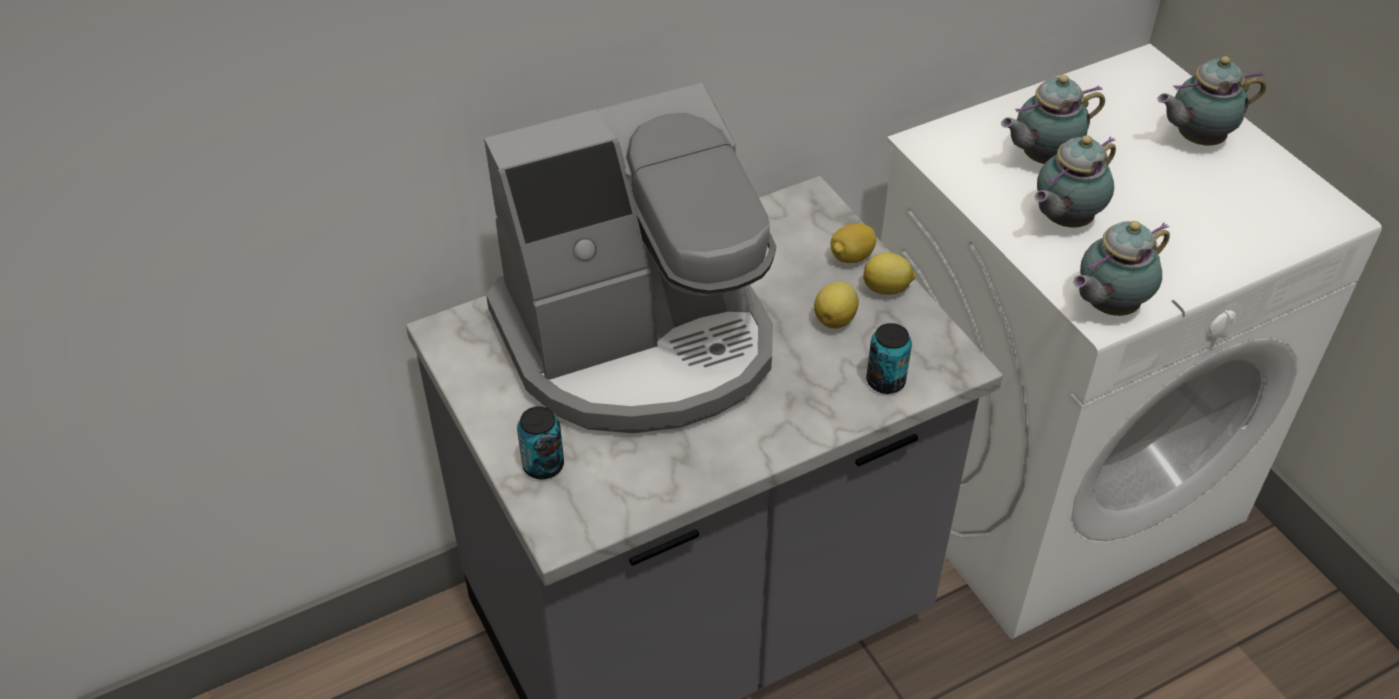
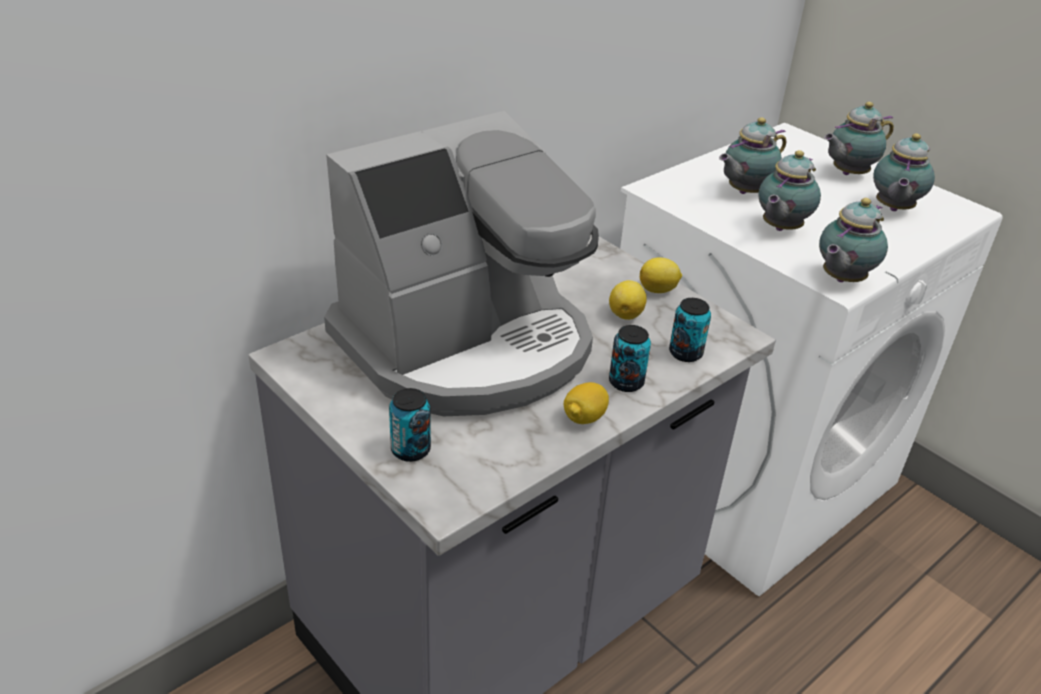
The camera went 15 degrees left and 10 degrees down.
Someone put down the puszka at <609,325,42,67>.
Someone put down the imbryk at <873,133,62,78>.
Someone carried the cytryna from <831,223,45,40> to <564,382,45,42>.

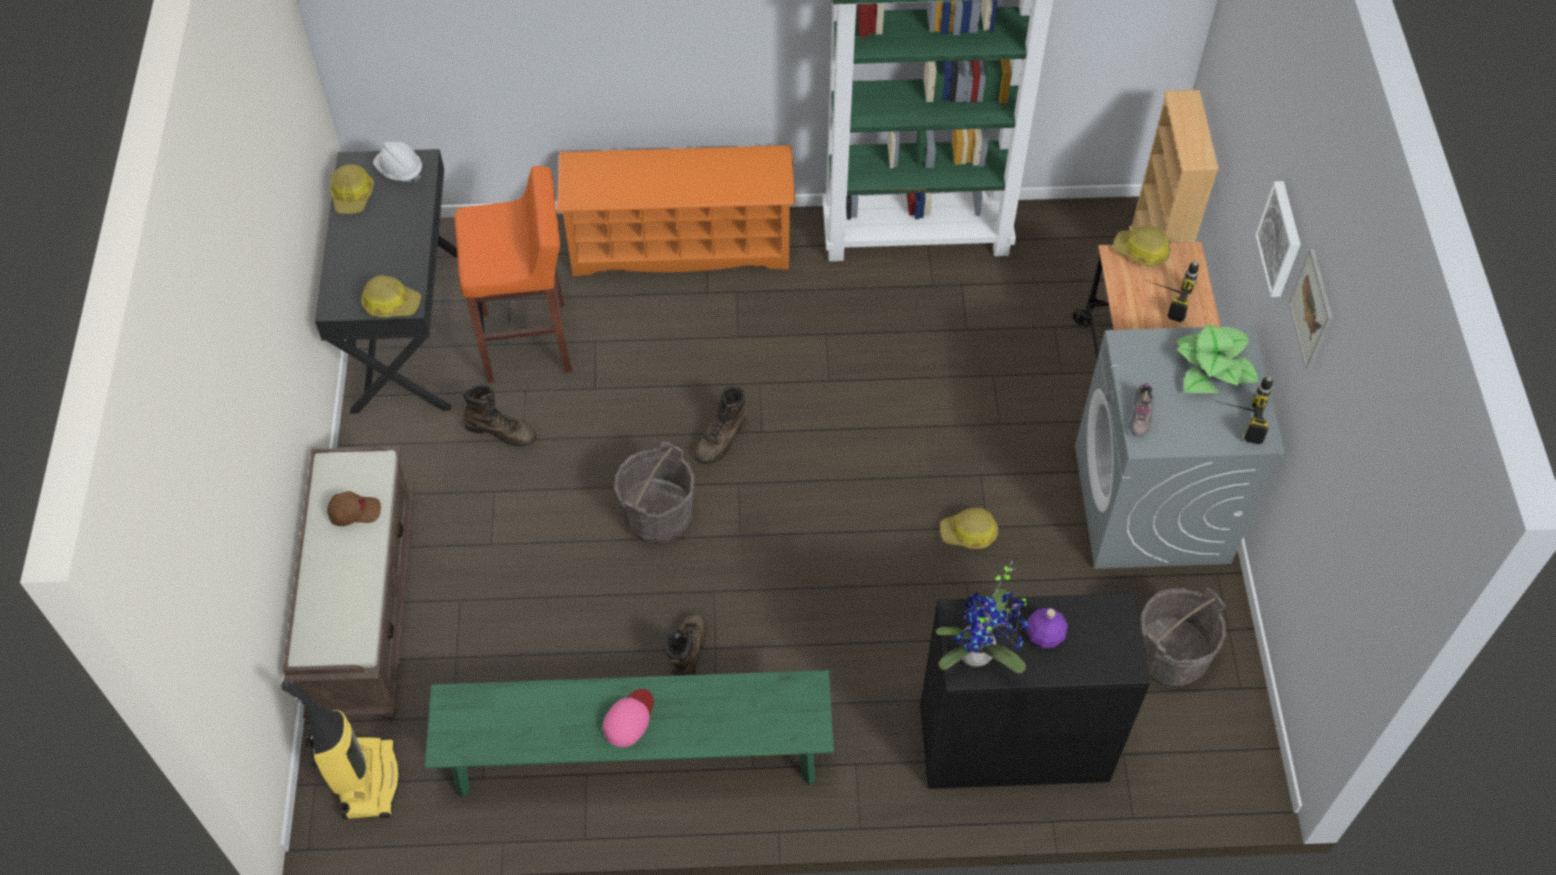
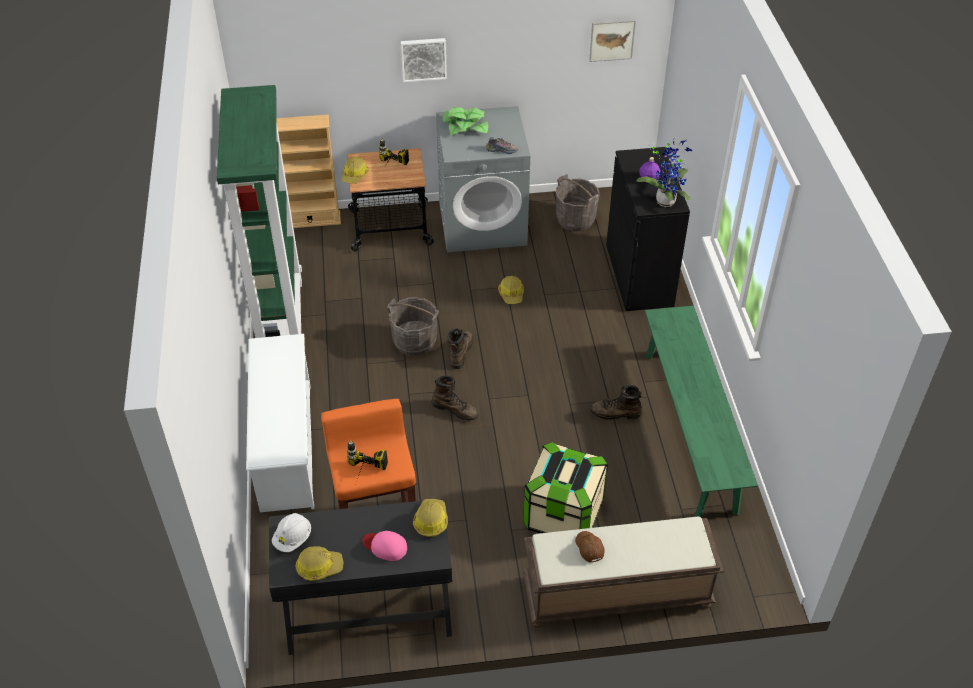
The camera went 95 degrees left and 10 degrees down.
Someone took away the odkurzacz at <282,680,118,140>.
Someone put down the pojemnik do przechowywania at <523,442,85,91>.
Someone carried the but z cholewką/brązowy from <463,385,73,62> to <447,328,26,41>.
Someone carried the czapka z daszkiem/różowy from <603,689,51,58> to <363,531,44,30>.
Someone carried the wiadro/szary from <614,442,80,102> to <387,297,52,59>.
Someone carried the wiertarka from <1215,376,58,69> to <347,441,41,39>.
Someone carried the obraz from <1289,249,44,121> to <589,20,47,42>.
Someone repainted the regał na buty/pomarańczowy at <557,145,238,131>, which became the regał na buty/biały at <246,334,68,178>.

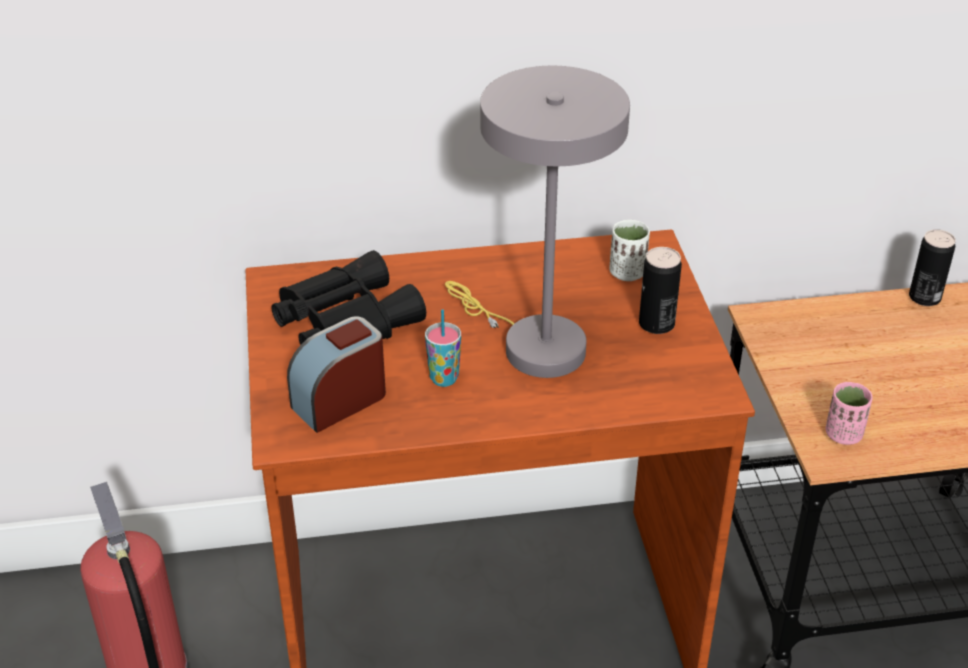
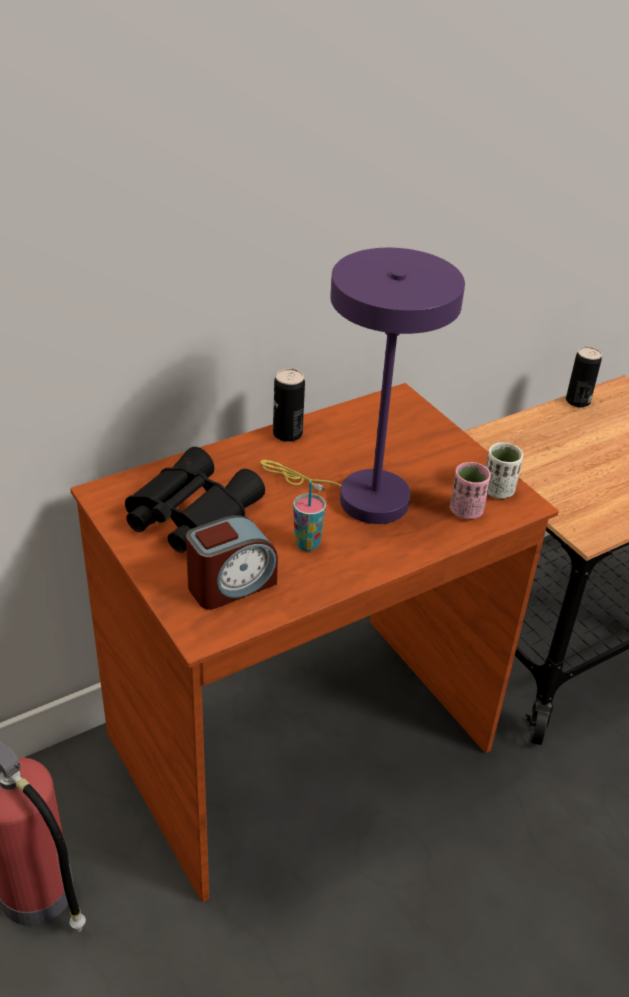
The camera went 25 degrees left and 0 degrees up.
Someone carried the filiżanka/biały from <609,220,41,61> to <486,443,37,56>.
Someone carried the puszka from <639,247,43,87> to <273,368,32,74>.
Someone carried the filiżanka/różowy from <825,382,47,63> to <450,462,41,57>.
Someone repainted the lampa stołowa/szary at <445,66,185,312>, which became the lampa stołowa/fioletowy at <260,248,205,276>.
Someone rotated the budzik at <287,316,99,117> by 150 degrees counterclockwise.

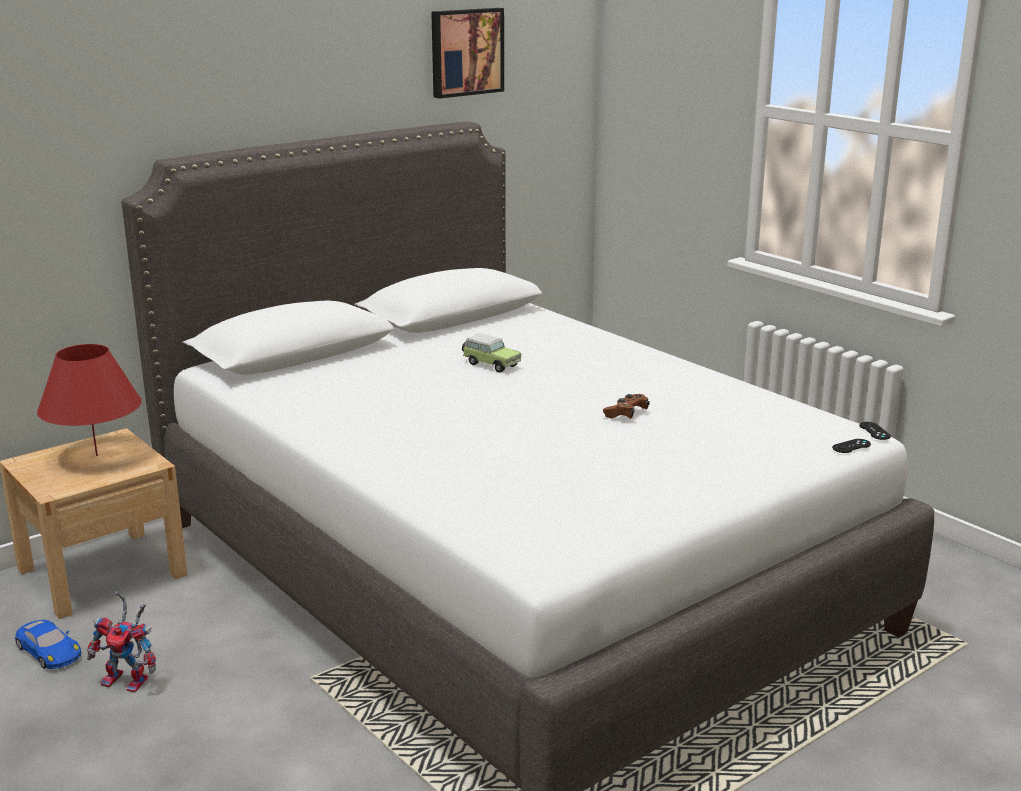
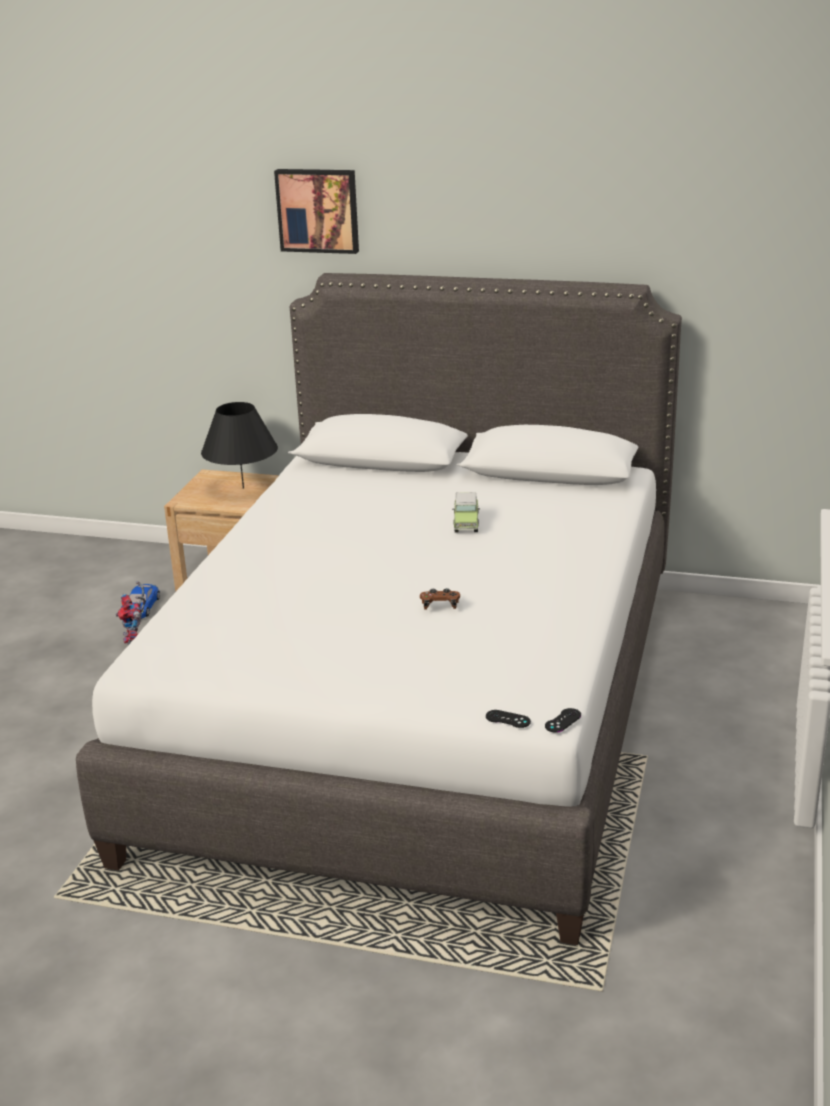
The camera went 55 degrees right and 5 degrees up.
Someone carried the obraz from <431,8,73,91> to <274,169,85,85>.
Someone repainted the lampa stołowa/czerwony at <37,344,105,112>, which became the lampa stołowa/czarny at <201,402,77,87>.

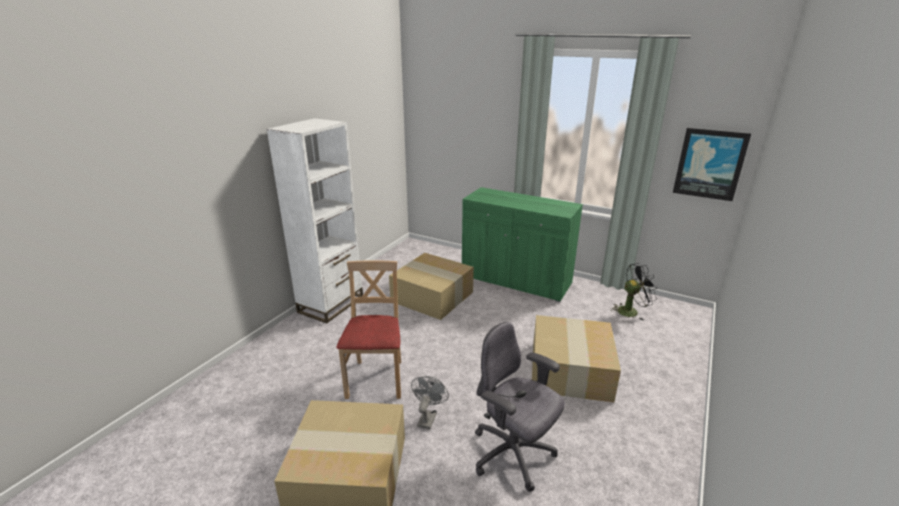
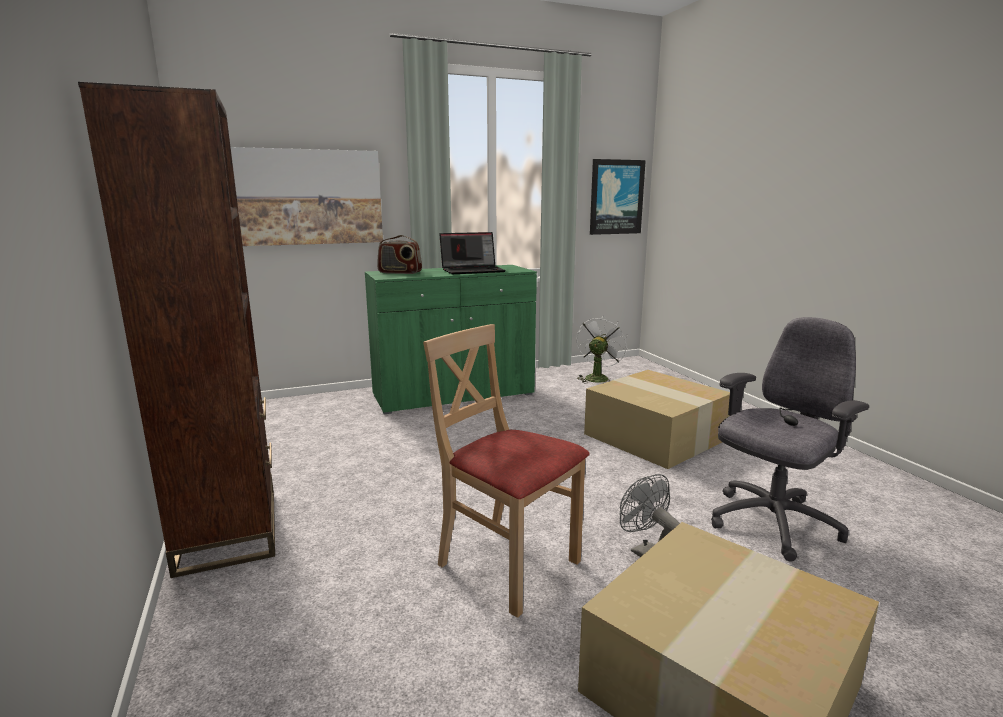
The camera went 50 degrees left and 10 degrees down.
Someone took away the karton at <389,253,85,67>.
Someone put up the obraz at <231,147,152,99>.
Someone put down the radio at <377,235,45,39>.
Someone put down the laptop at <439,232,67,42>.
Someone repainted the regał/biały at <267,118,96,205>, which became the regał/brązowy at <78,82,197,496>.
Someone repainted the wentylator/czarny at <612,263,46,58>, which became the wentylator/biały at <577,318,51,65>.
Someone rotated the krzesło biurowe/szary at <475,322,90,170> by 150 degrees clockwise.

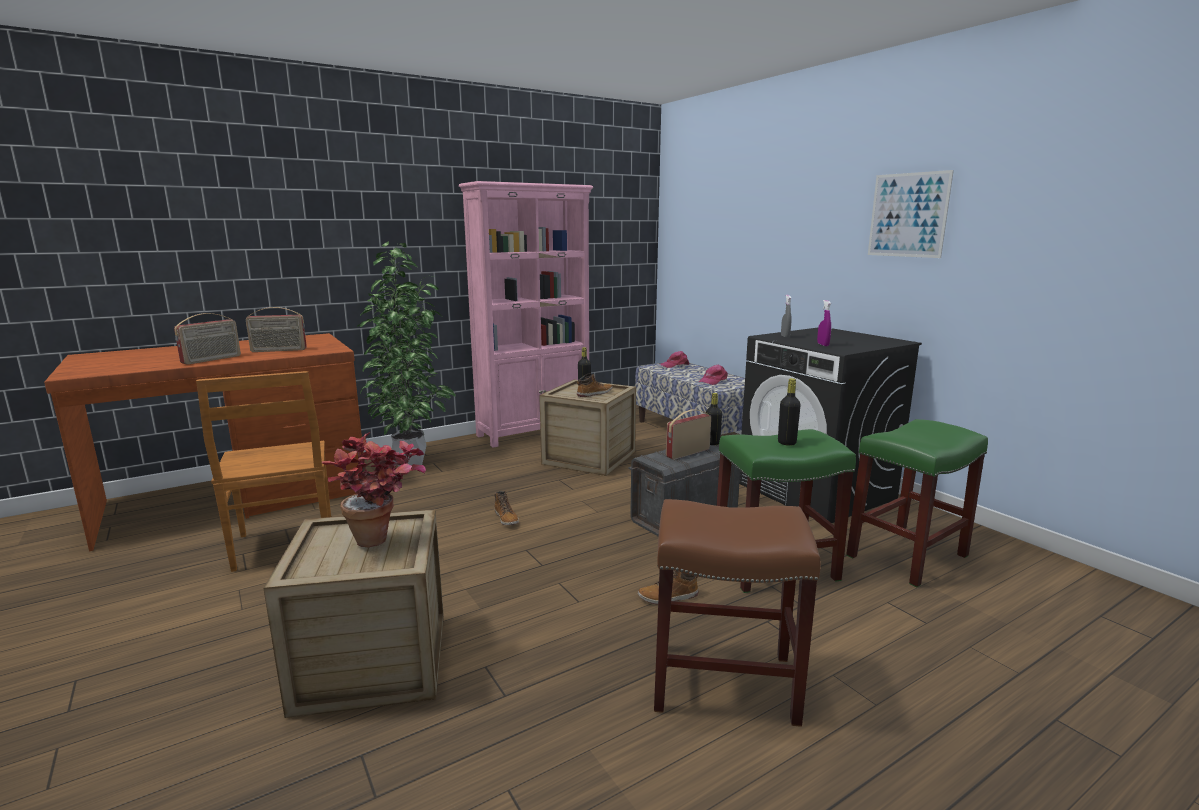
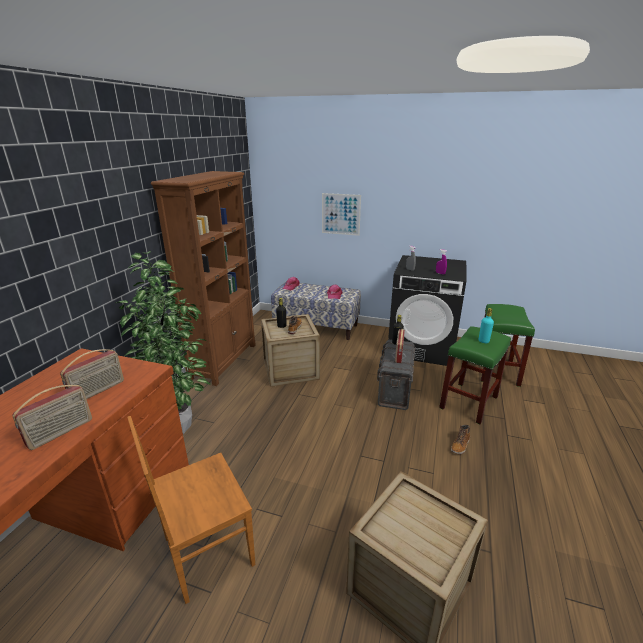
The camera went 40 degrees left and 10 degrees up.
Someone took away the roślina doniczkowa at <321,432,105,115>.
Someone took away the but z cholewką at <494,491,25,34>.
Someone took away the stołek/brązowy at <654,499,167,228>.
Someone carried the obraz from <868,170,86,88> to <322,193,39,43>.
Someone repainted the regał/różowy at <459,181,134,267>, which became the regał/brązowy at <151,171,105,215>.
Someone repainted the butelka/czarny at <778,378,23,68>, which became the butelka/turkusowy at <479,308,15,35>.
Someone rotated the radio at <174,313,67,52> by 45 degrees clockwise.
Someone rotated the krzesło/brązowy at <196,371,135,201> by 120 degrees clockwise.

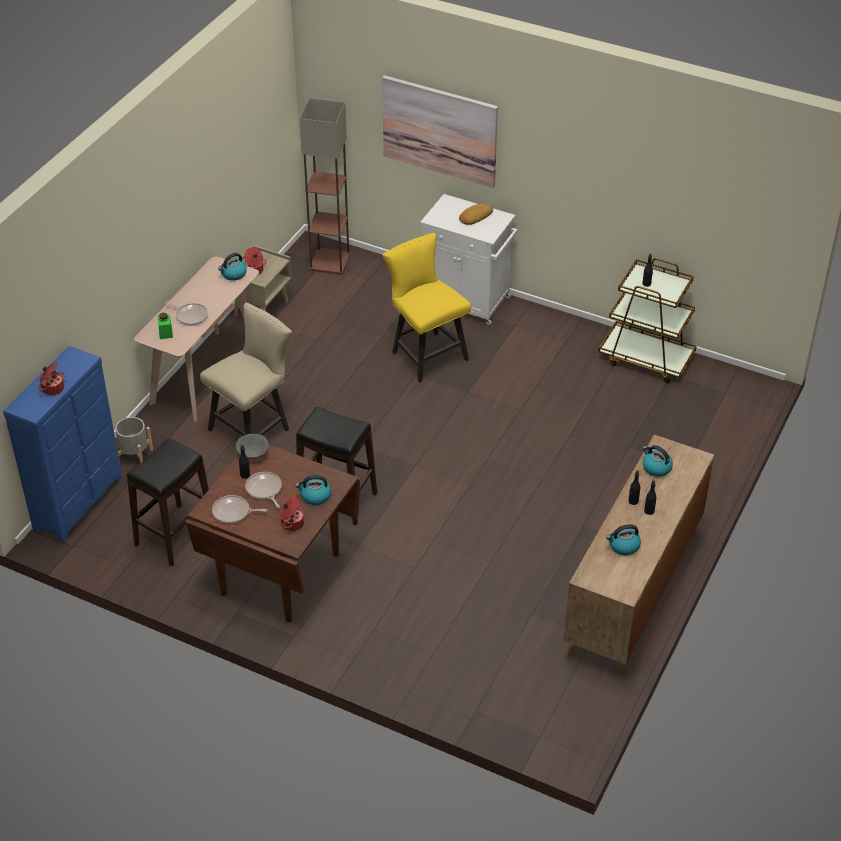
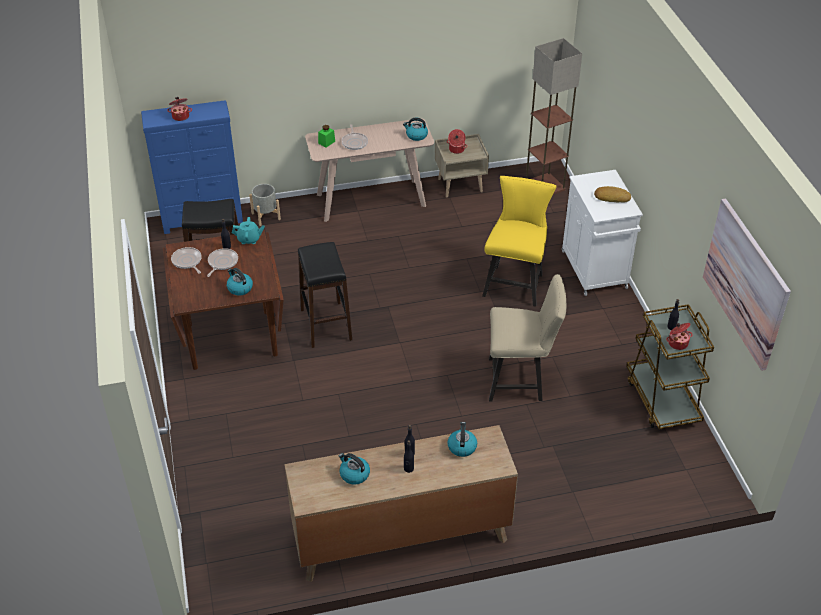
The camera went 50 degrees right and 0 degrees up.
Someone carried the krzesło/beżowy from <200,303,92,133> to <489,274,77,127>.
Someone carried the garnek from <280,497,24,34> to <666,323,27,27>.
Someone carried the obraz from <382,75,116,113> to <703,199,88,172>.
Someone swapped the miska/szary at <236,434,32,26> for the imbryk/turkusowy at <232,217,33,27>.

